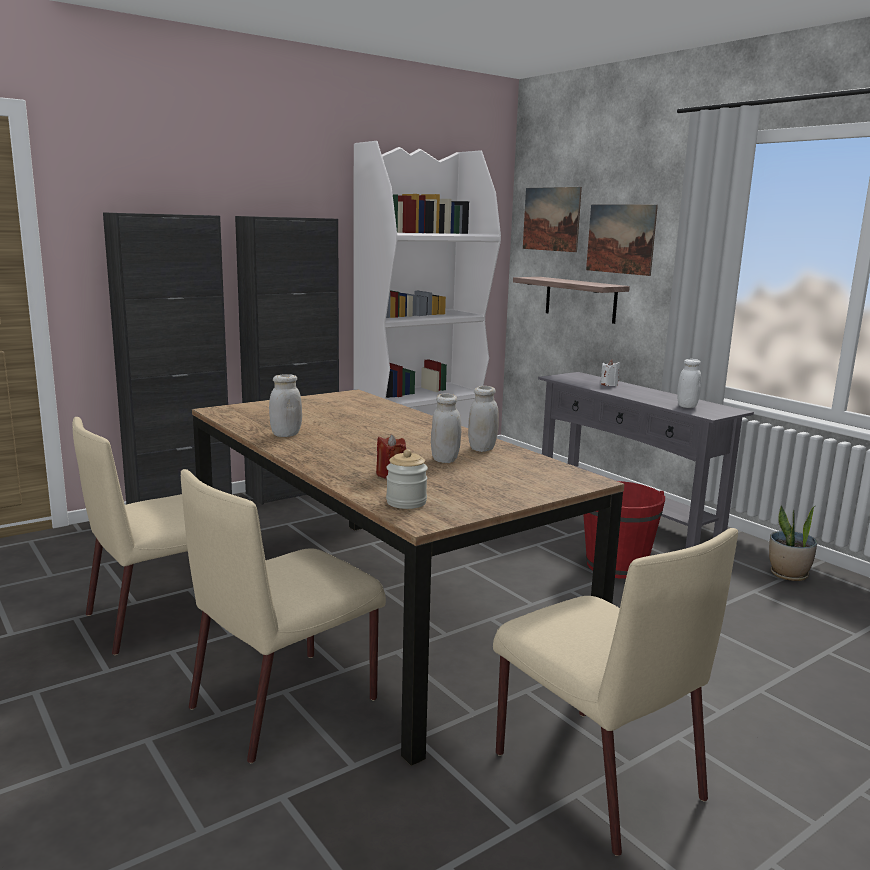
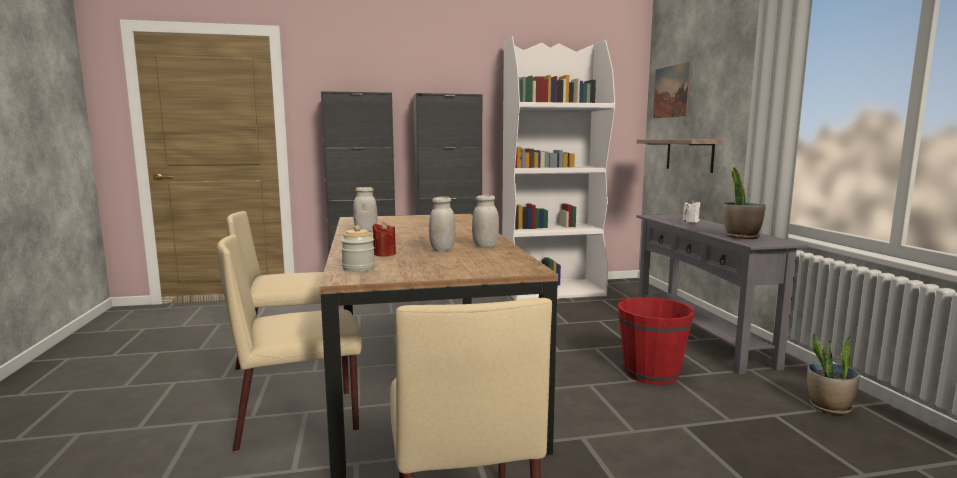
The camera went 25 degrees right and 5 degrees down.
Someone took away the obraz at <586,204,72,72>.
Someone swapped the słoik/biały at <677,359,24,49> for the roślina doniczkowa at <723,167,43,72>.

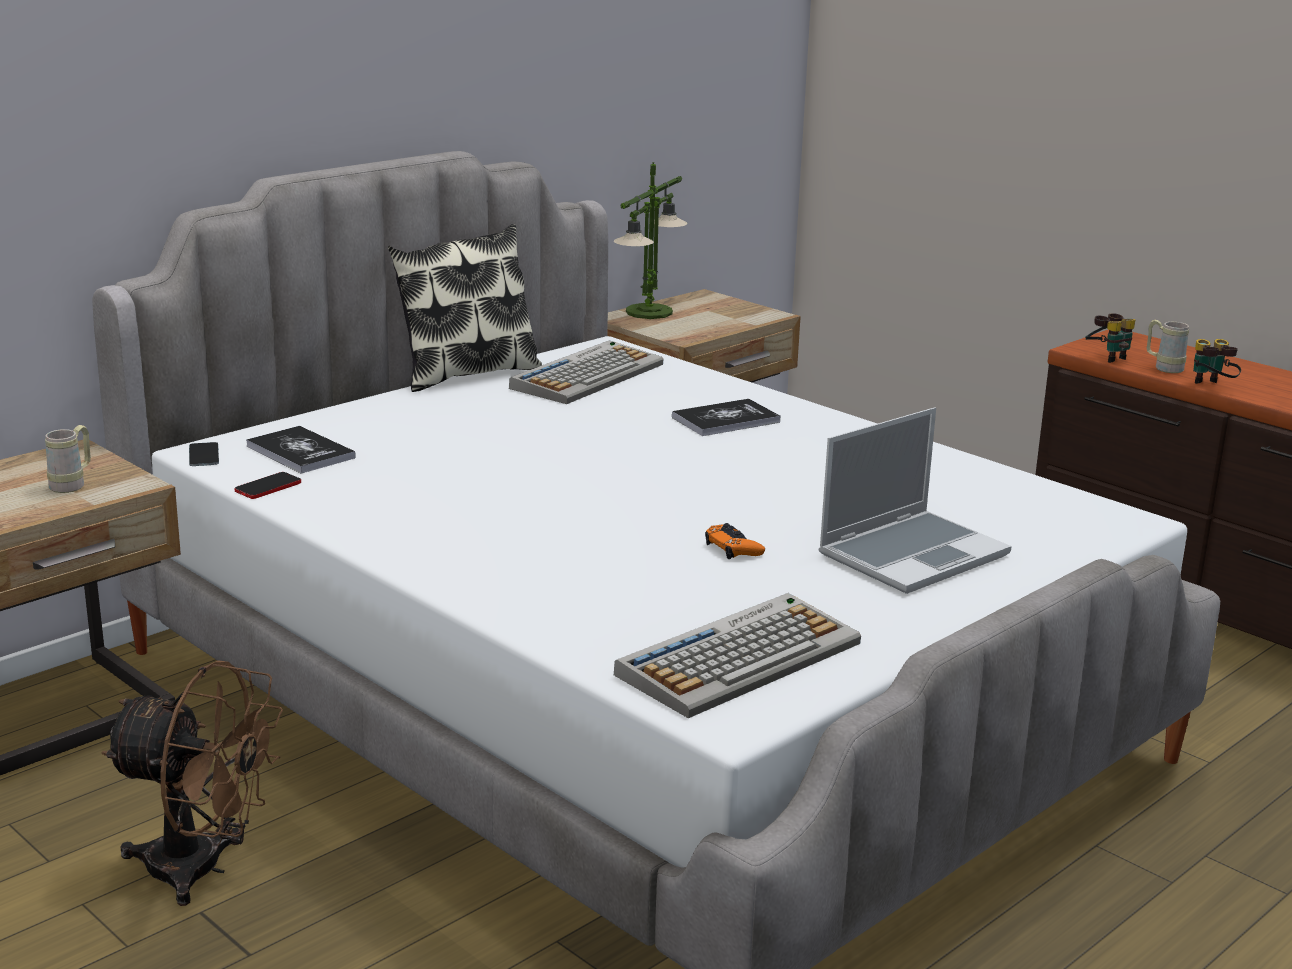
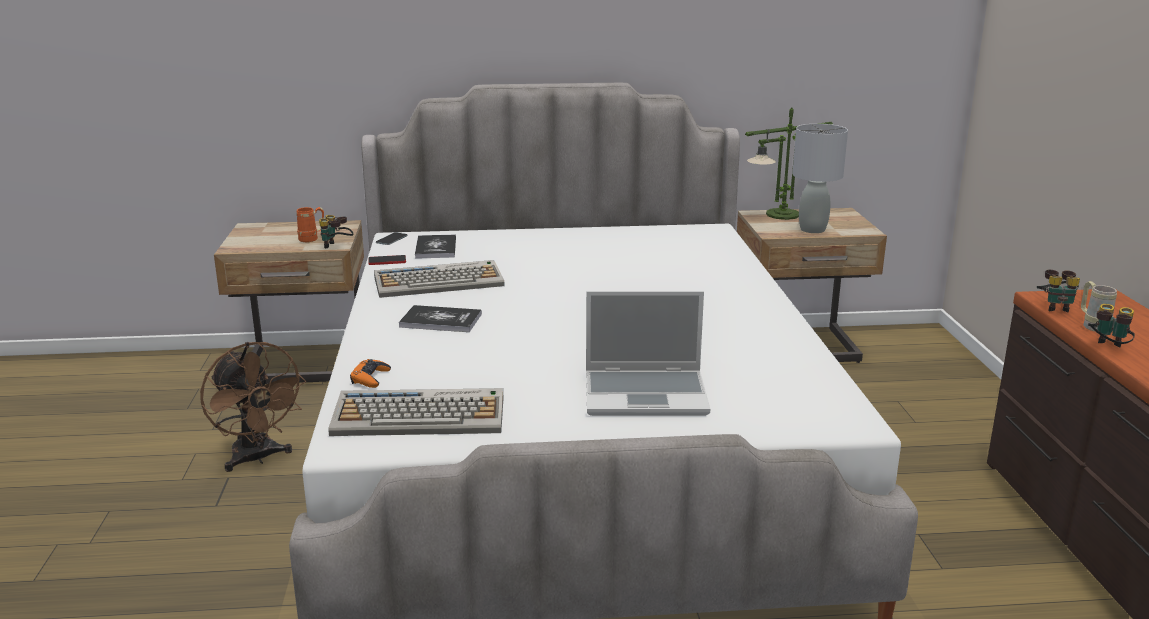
The camera went 40 degrees right and 0 degrees up.
Someone took away the poduszka at <388,224,154,168>.
Someone put down the lornetka at <319,215,35,34>.
Someone put down the lampa stołowa/szary at <792,124,56,109>.
Someone carried the klawiatura from <509,340,154,64> to <374,260,130,38>.
Someone carried the książka from <672,399,109,37> to <399,305,83,27>.
Someone carried the pad do gier/pomarańczowy from <705,523,60,36> to <350,359,41,29>.
Someone repainted the kubek/beżowy at <45,425,46,68>, which became the kubek/pomarańczowy at <296,207,28,35>.

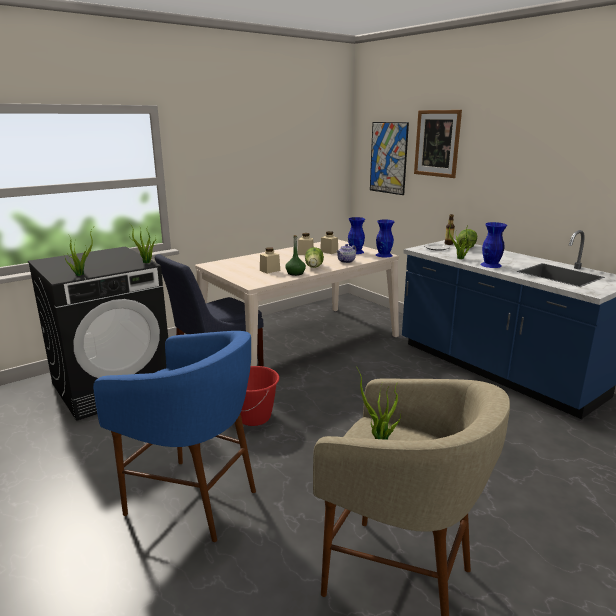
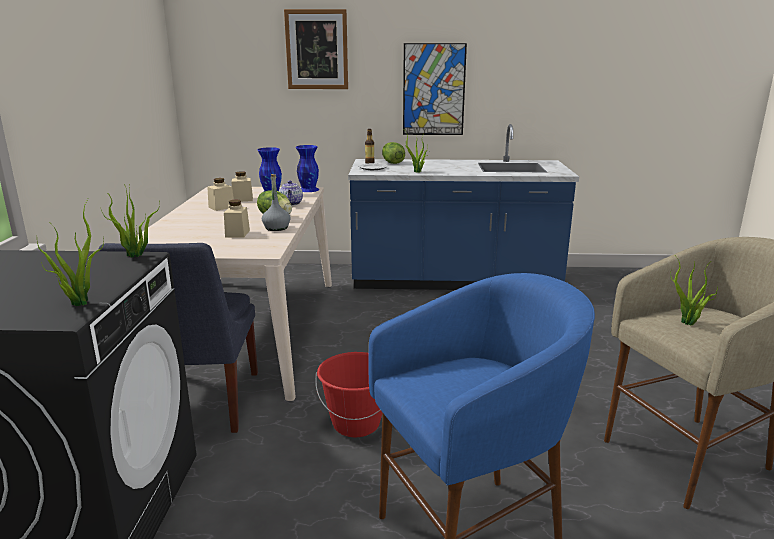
The camera went 50 degrees left and 0 degrees up.
Someone took away the wazon/niebieski at <480,222,27,46>.
Someone carried the obraz from <370,122,39,73> to <403,43,64,92>.
Someone repainted the butelka/zielony at <285,235,21,41>, which became the butelka/szary at <262,174,29,57>.

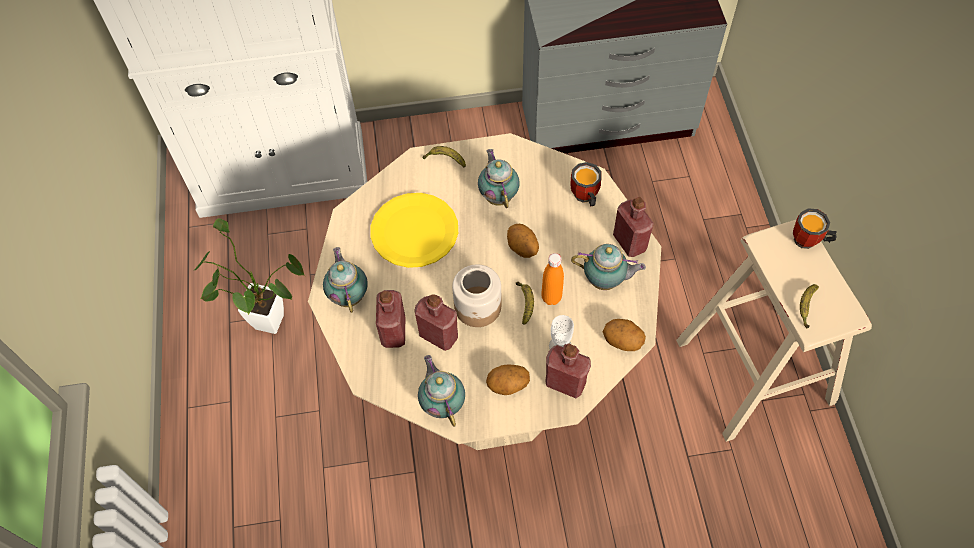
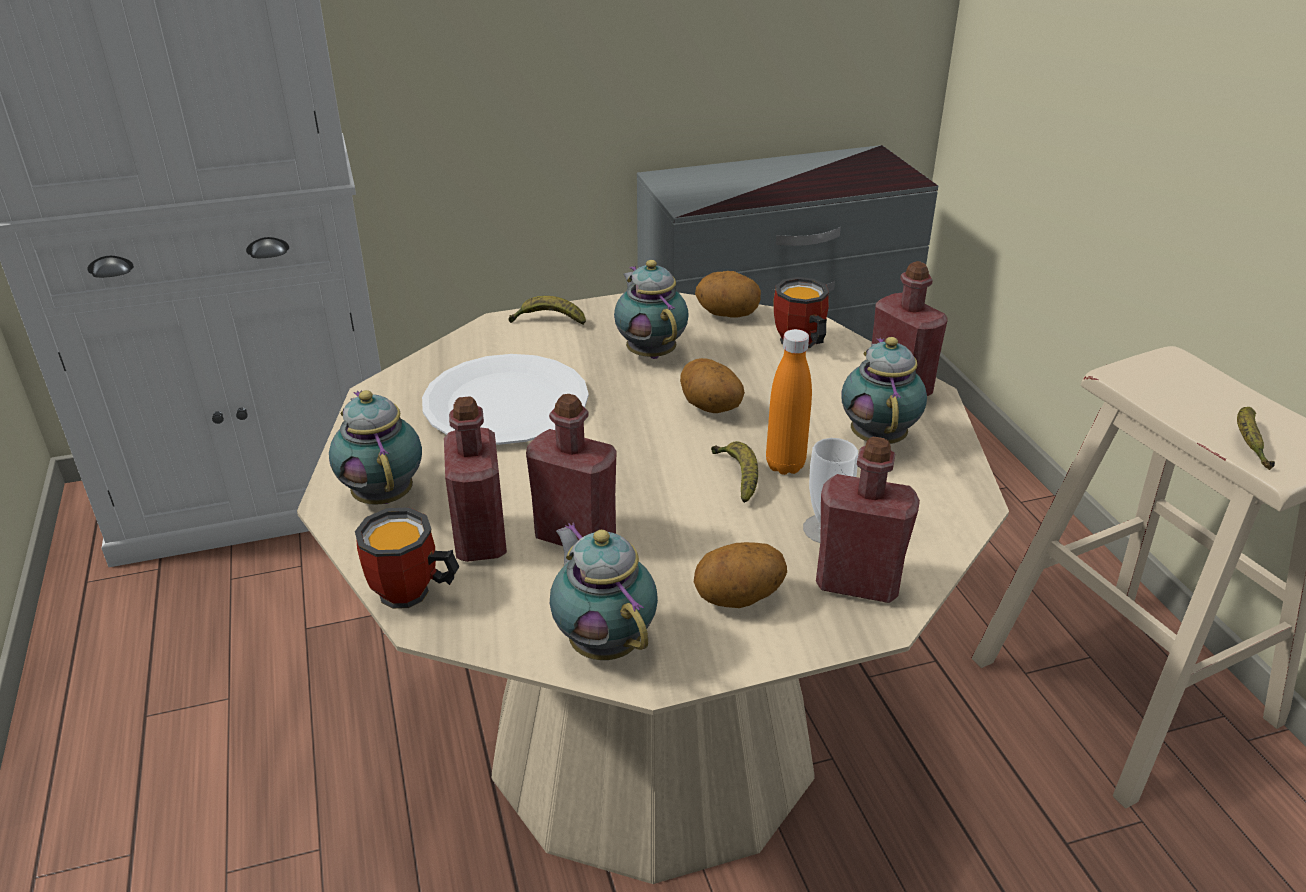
The camera went 10 degrees left and 25 degrees down.
Someone took away the roślina doniczkowa at <194,218,111,116>.
Someone took away the słoik at <452,264,49,63>.
Someone carried the ziemniak from <602,319,44,32> to <695,271,66,47>.
Someone carried the kubek from <793,208,44,41> to <355,507,104,102>.
Someone repainted the talerz/żółty at <370,193,88,75>, which became the talerz/biały at <422,354,167,91>.
Someone rotated the imbryk at <571,244,75,46> by 90 degrees counterclockwise.

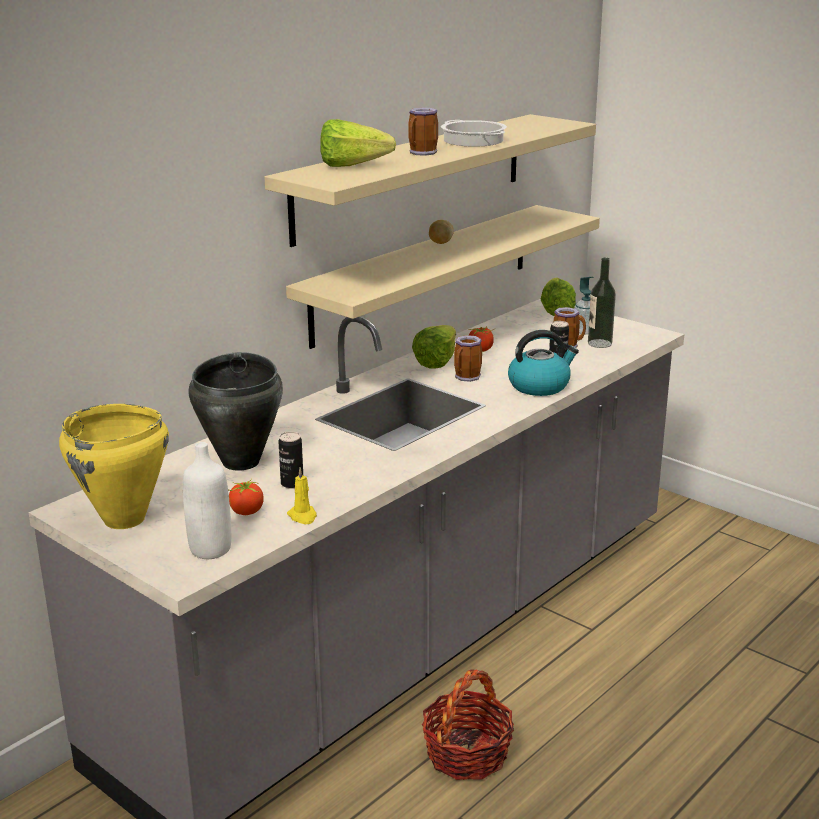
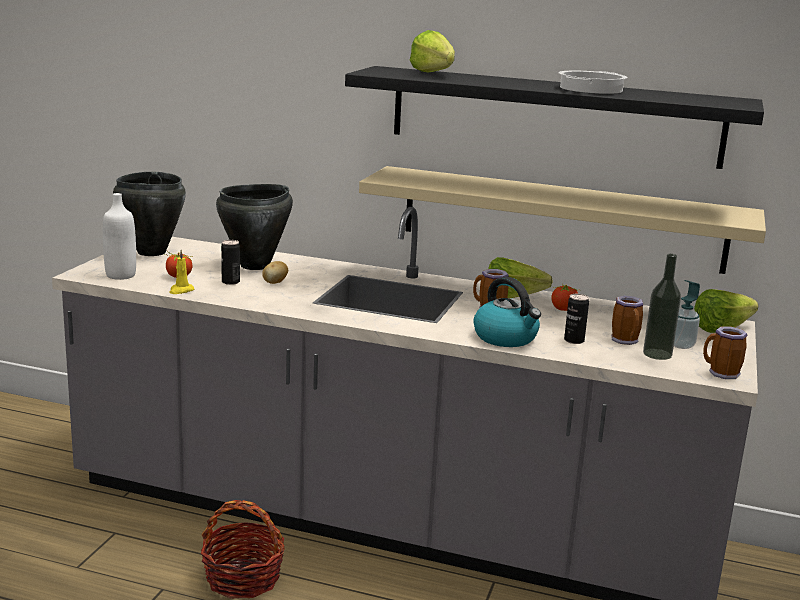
The camera went 65 degrees right and 5 degrees down.
Someone carried the kubek from <409,107,29,49> to <703,327,45,52>.
Someone carried the ziemniak from <429,220,25,24> to <262,261,26,23>.
Someone repainted the garnek/żółty at <59,404,110,125>, which became the garnek/czarny at <113,172,73,84>.
Someone repainted the półka/beżowy at <264,114,332,133>, which became the półka/czarny at <345,66,419,103>.

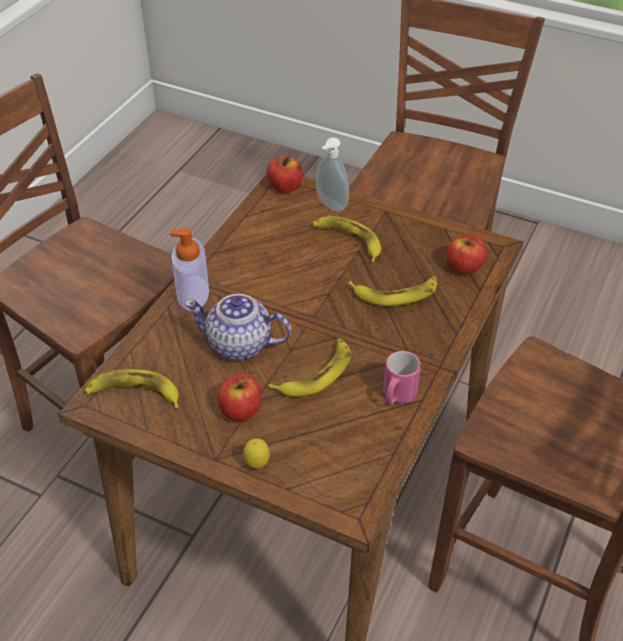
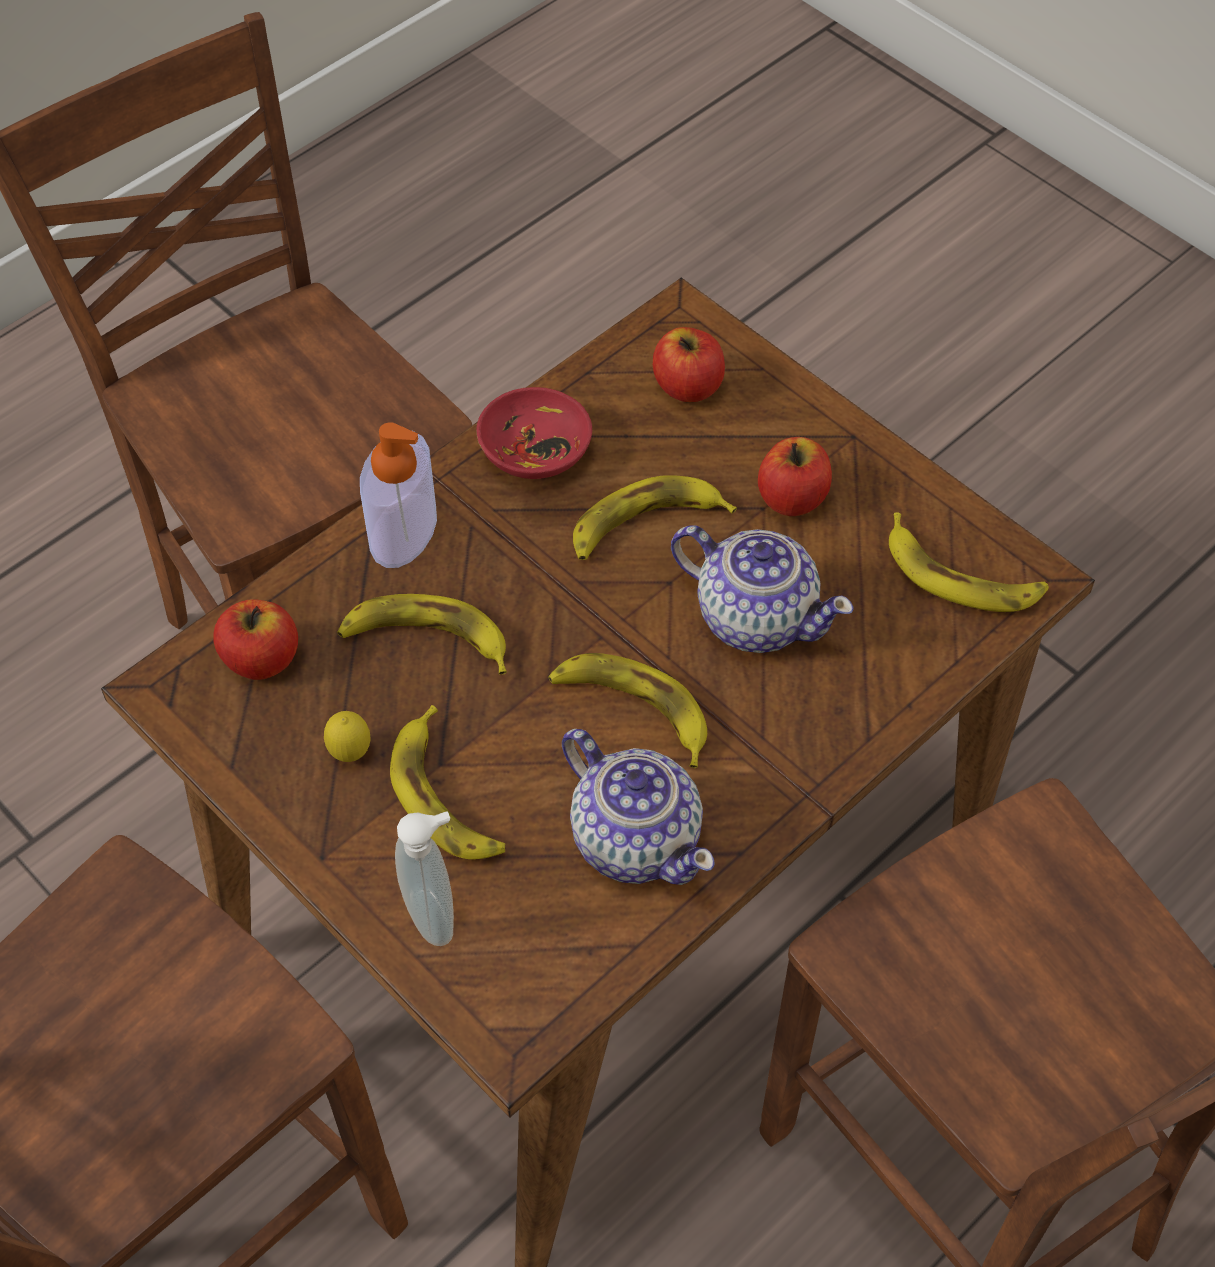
The camera went 160 degrees left and 10 degrees up.
Someone put down the banan at <548,653,159,115>.
Someone put down the imbryk at <562,729,153,156>.
Someone carried the dozownik mydła from <170,228,39,83> to <360,422,77,146>.
Someone carried the cytryna from <243,438,27,31> to <324,711,47,51>.
Someone carried the jabłko from <267,156,36,37> to <653,327,72,75>.
Someone swapped the kubek/różowy at <383,351,38,54> for the miska/czerwony at <476,387,116,92>.

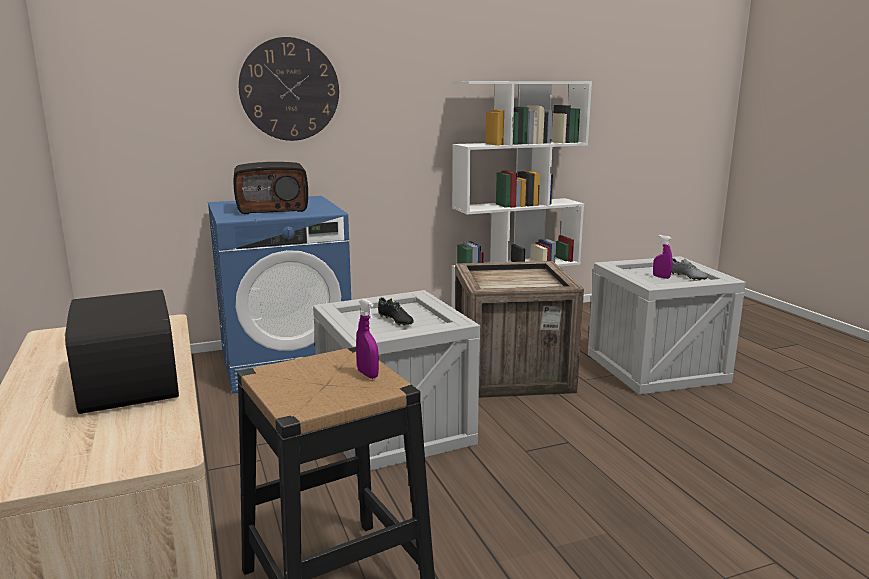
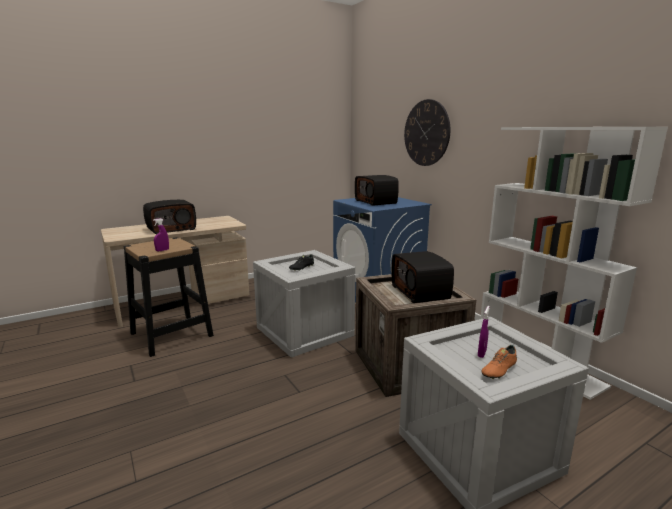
The camera went 80 degrees right and 0 degrees up.
Someone put down the radio at <392,251,62,52>.
Someone repainted the but/szary at <672,258,36,23>, which became the but/pomarańczowy at <482,345,35,34>.

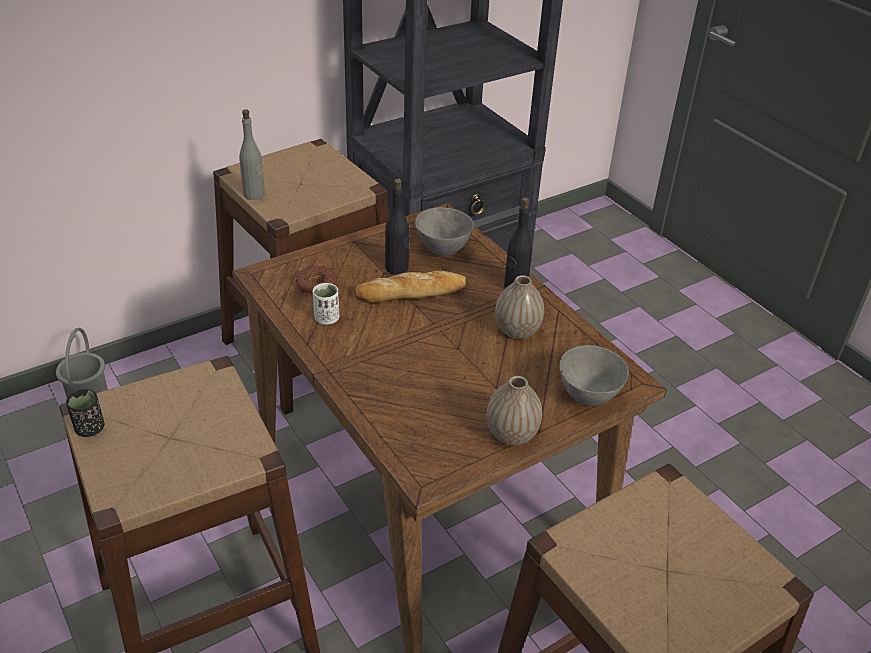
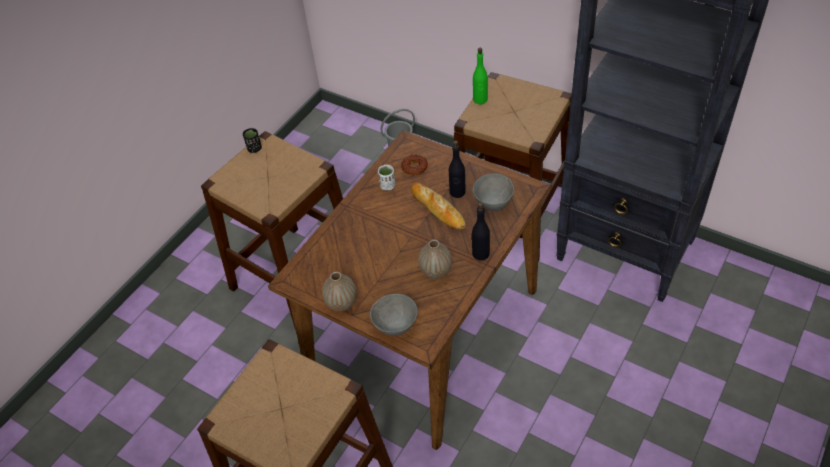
The camera went 70 degrees right and 10 degrees up.
Someone repainted the butelka/szary at <239,109,26,91>, which became the butelka/zielony at <473,48,15,56>.

